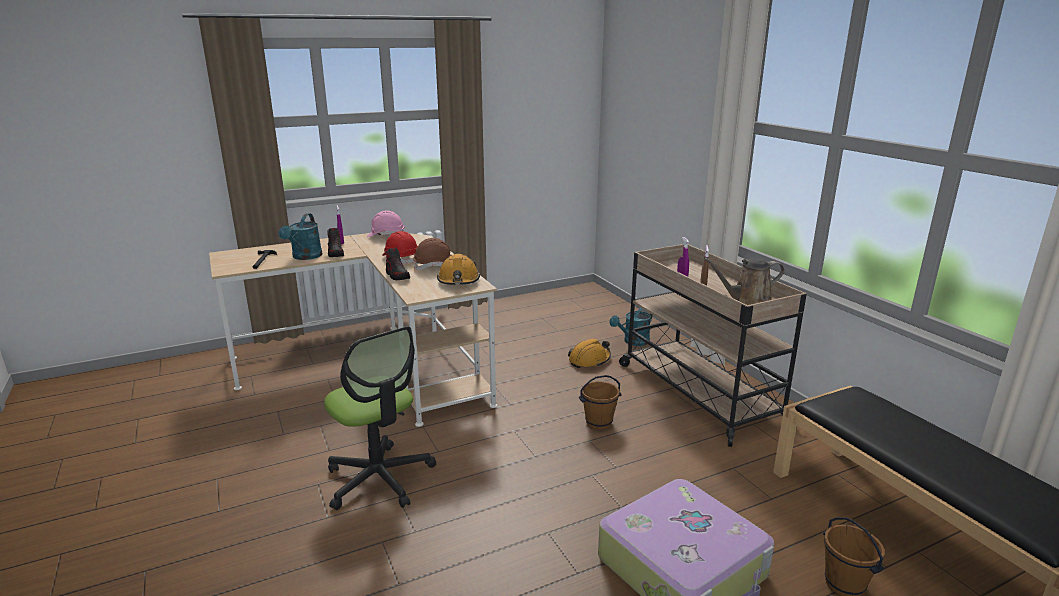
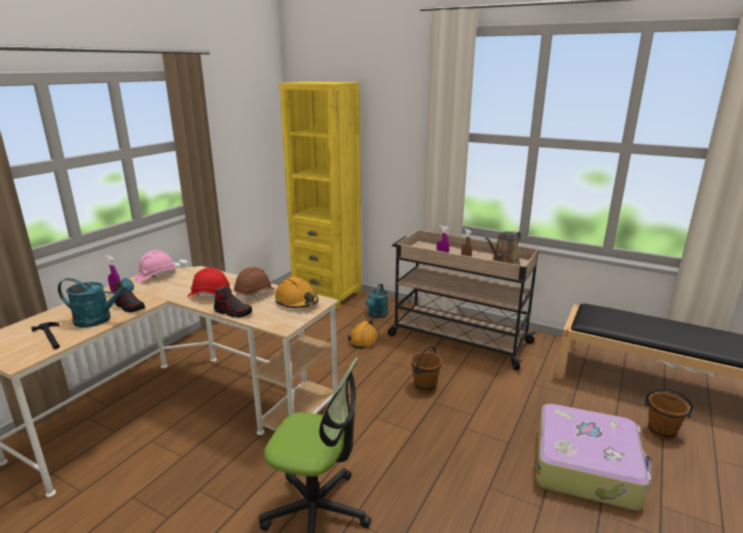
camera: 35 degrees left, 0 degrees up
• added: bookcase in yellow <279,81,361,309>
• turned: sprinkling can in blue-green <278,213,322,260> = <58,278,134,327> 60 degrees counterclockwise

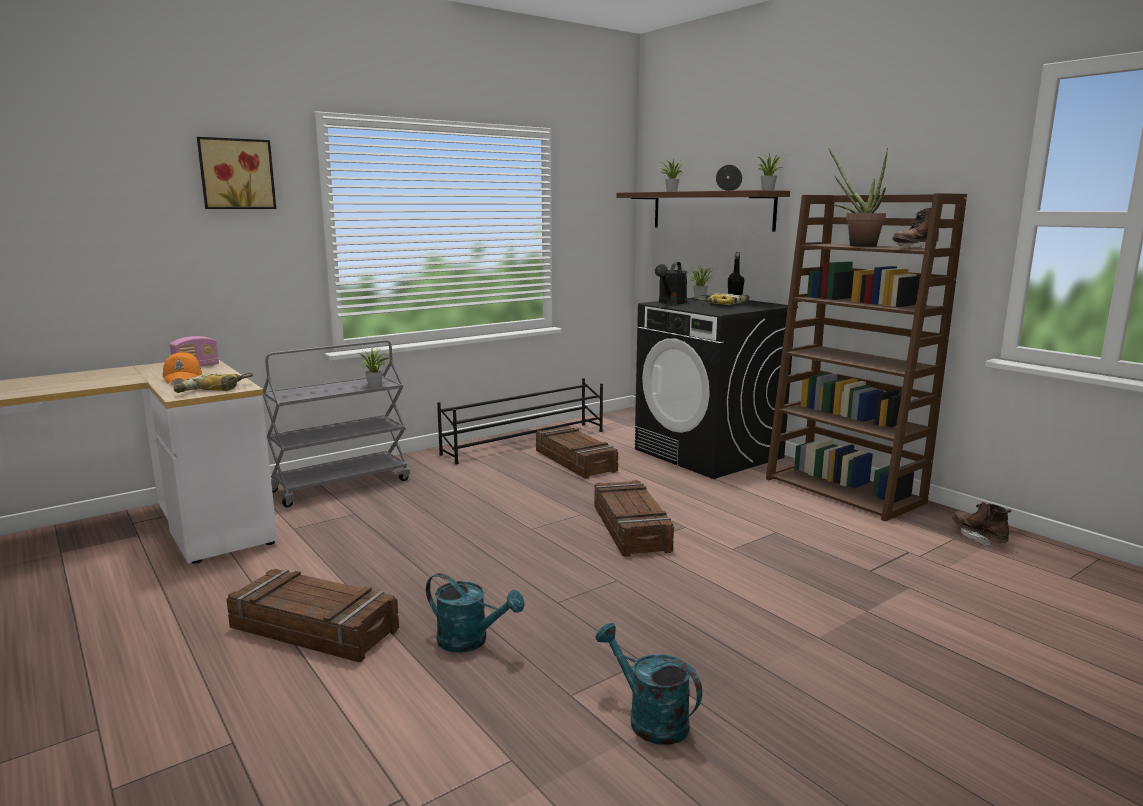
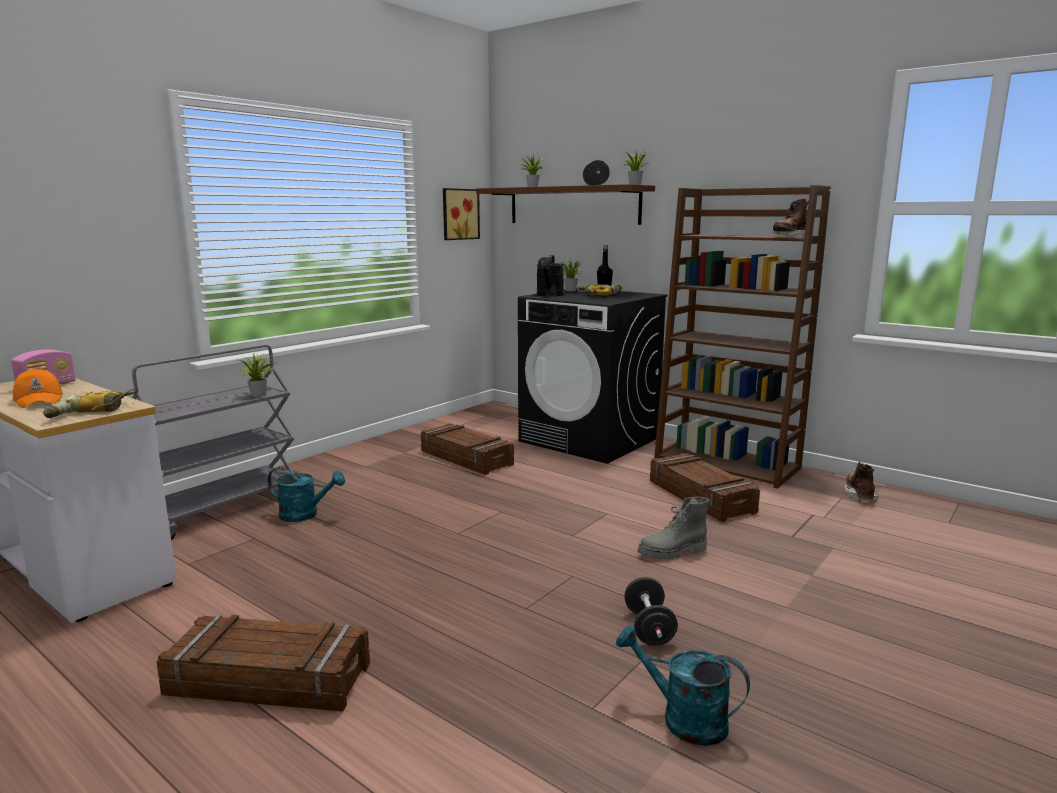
camera: 15 degrees left, 0 degrees up
• removed: shoe shelf in black <437,378,603,464>
• removed: plant in a pot <829,148,888,247>
• added: hand weight in black <624,577,678,646>
• added: tall boot in grey <637,497,709,560>
• moved: picture <197,137,276,209> to <443,188,480,240>
• moved: sprinkling can in blue-green <426,573,525,652> to <268,467,345,522>
• moved: shipping crate <594,480,674,557> to <650,453,760,522>
• turned: tall boot in brown-coloured <952,502,1011,546> = <844,462,879,501> 45 degrees clockwise

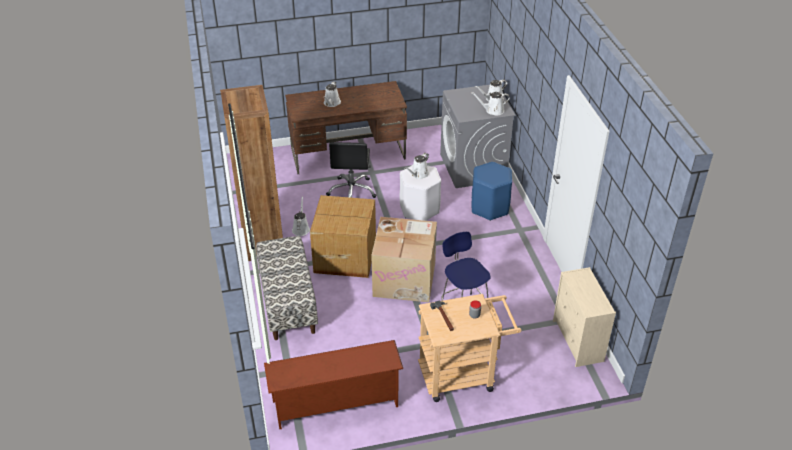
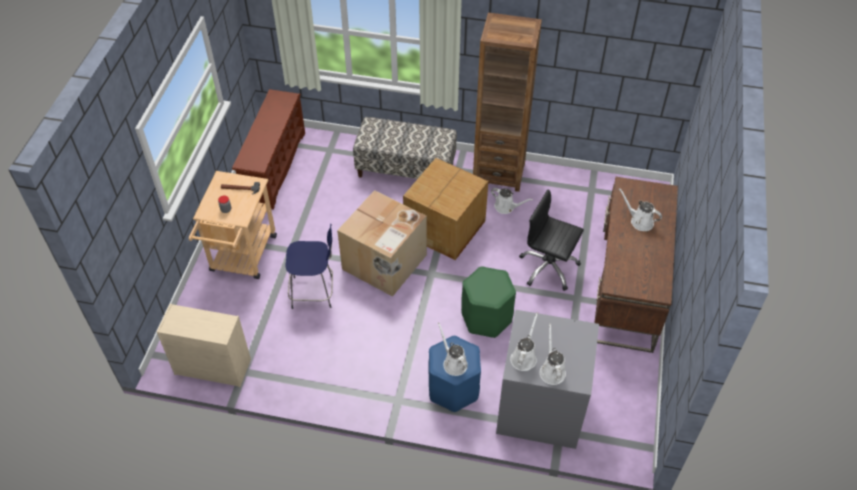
camera: 115 degrees right, 10 degrees up
• moved: sprinkling can in white <405,153,429,179> to <438,323,468,376>
• recoloured: stool in white <400,165,441,221> to stool in green-coloured <461,266,516,338>

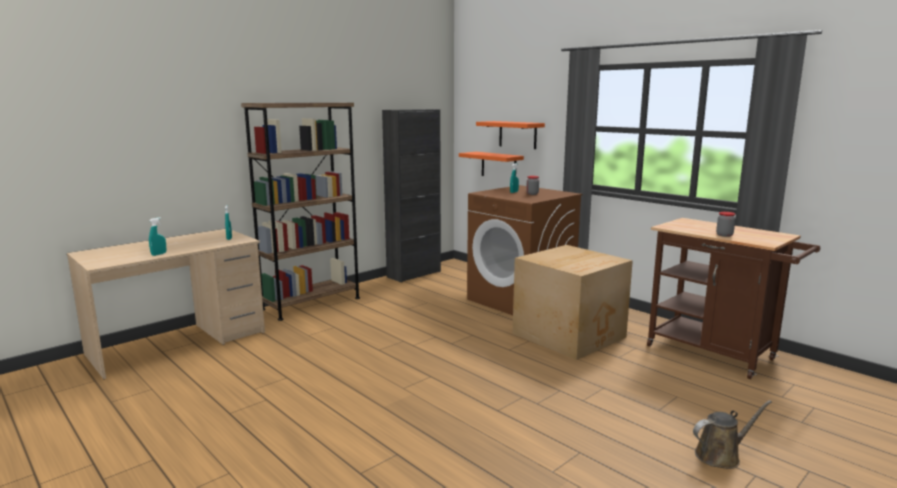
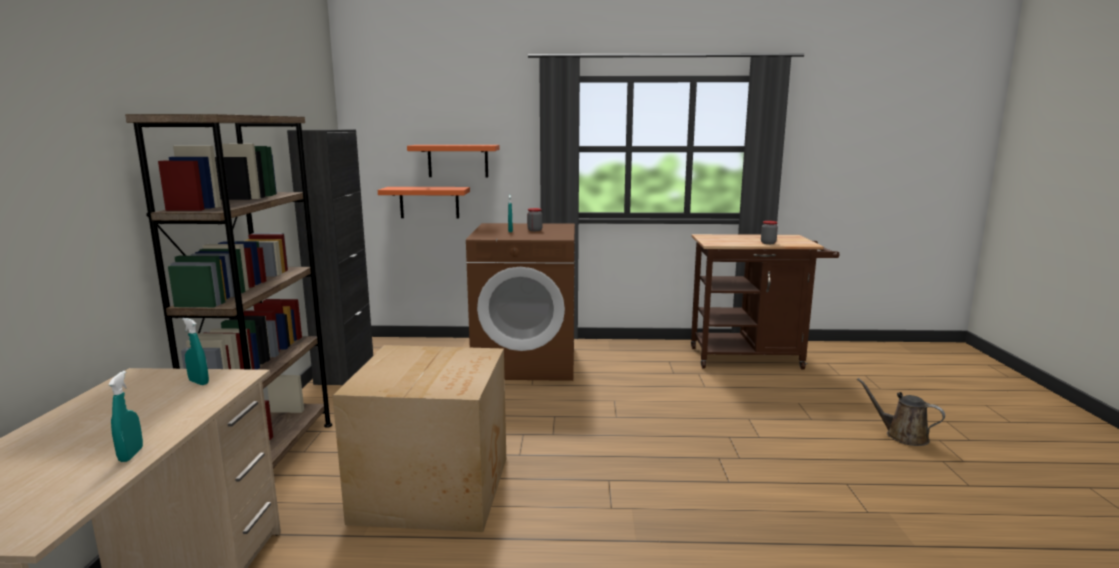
camera: 45 degrees left, 0 degrees up
• moved: carton <513,245,633,360> to <332,345,506,532>
• turned: sprinkling can in brown-coloured <693,400,772,469> = <857,378,945,446> 75 degrees counterclockwise

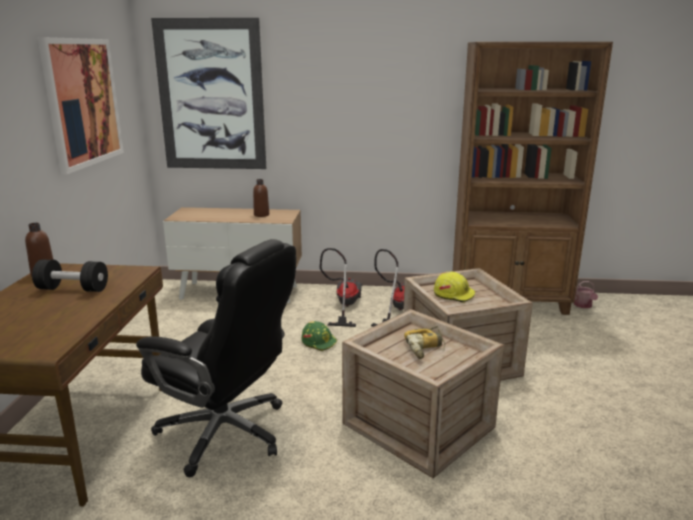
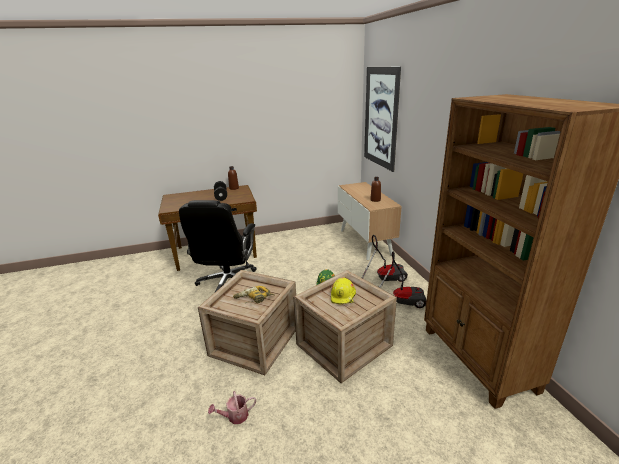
camera: 70 degrees right, 5 degrees up
• removed: picture <37,37,124,174>
• moved: sprinkling can <574,281,598,308> to <208,391,256,424>

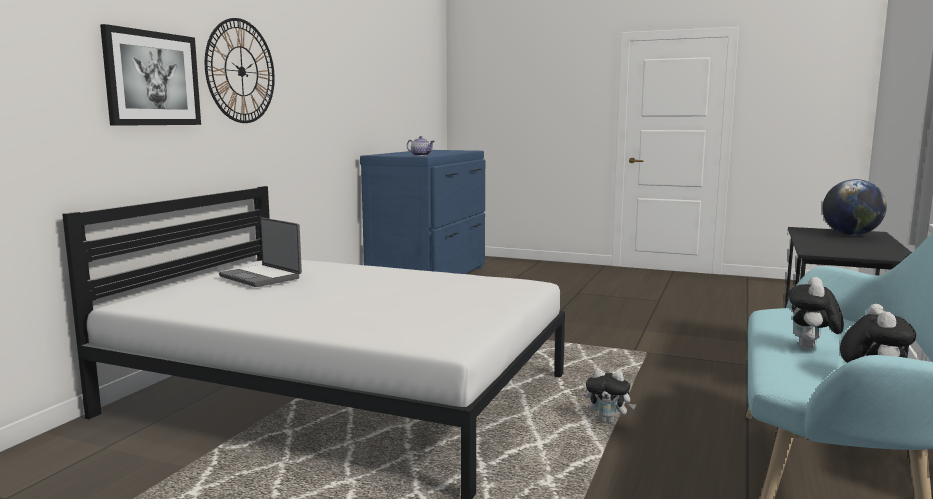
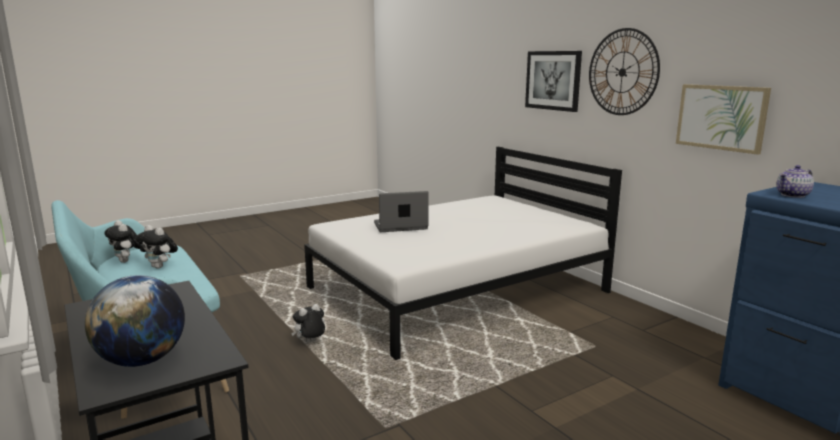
camera: 125 degrees right, 5 degrees up
• added: picture <676,84,771,155>
• moved: laptop <219,218,302,287> to <374,191,429,232>
• turned: plush toy <789,277,844,349> = <136,225,178,268> 150 degrees clockwise

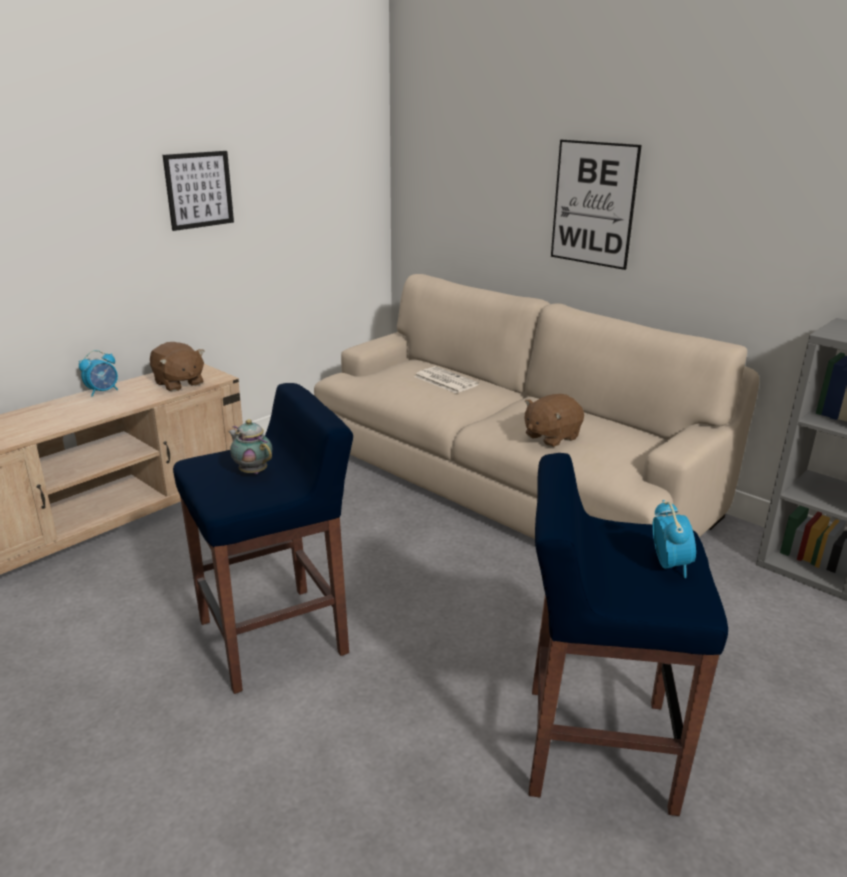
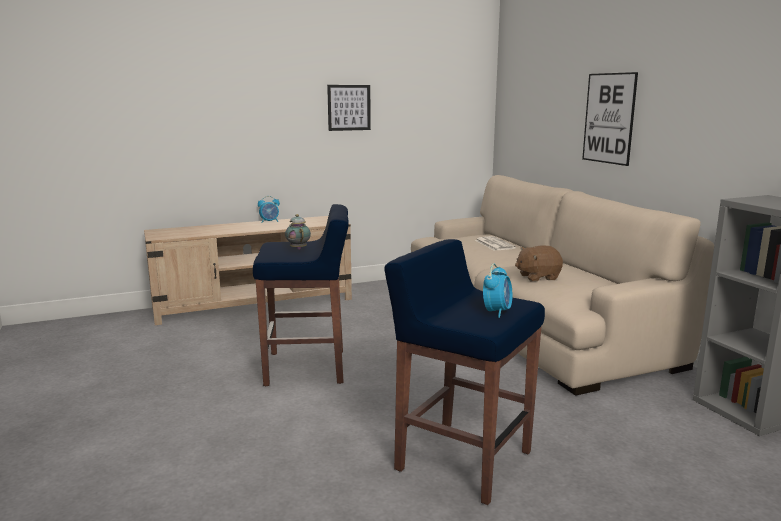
camera: 25 degrees right, 10 degrees down
• removed: plush toy in brown-coloured <150,342,205,392>

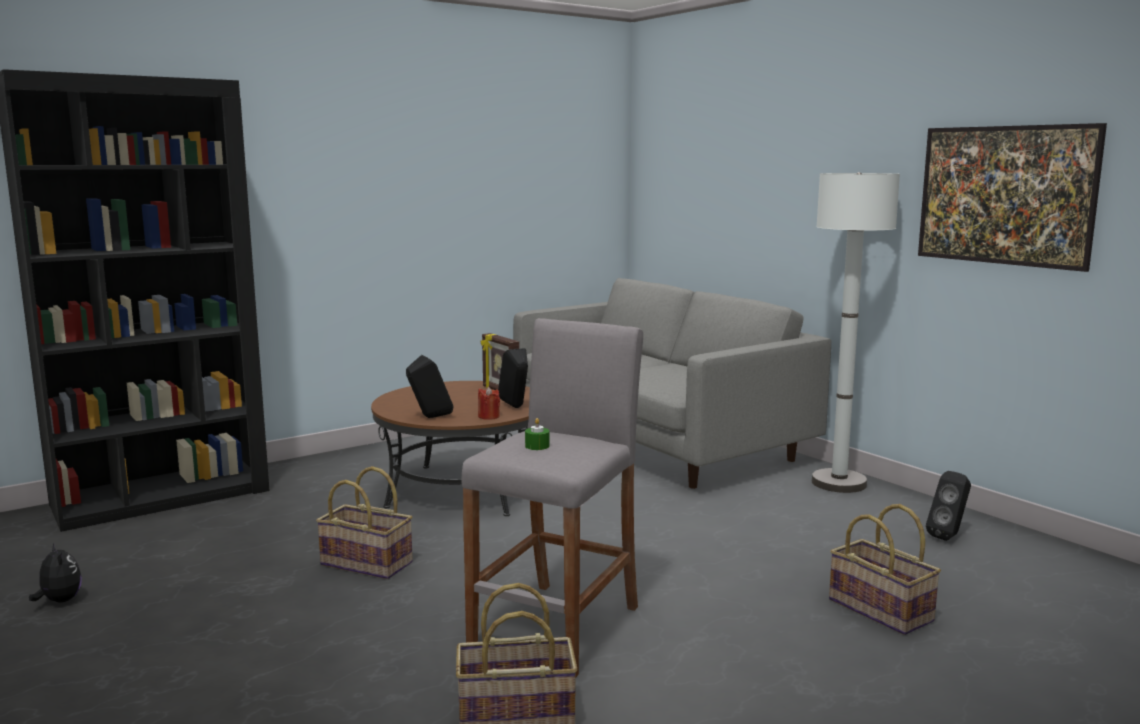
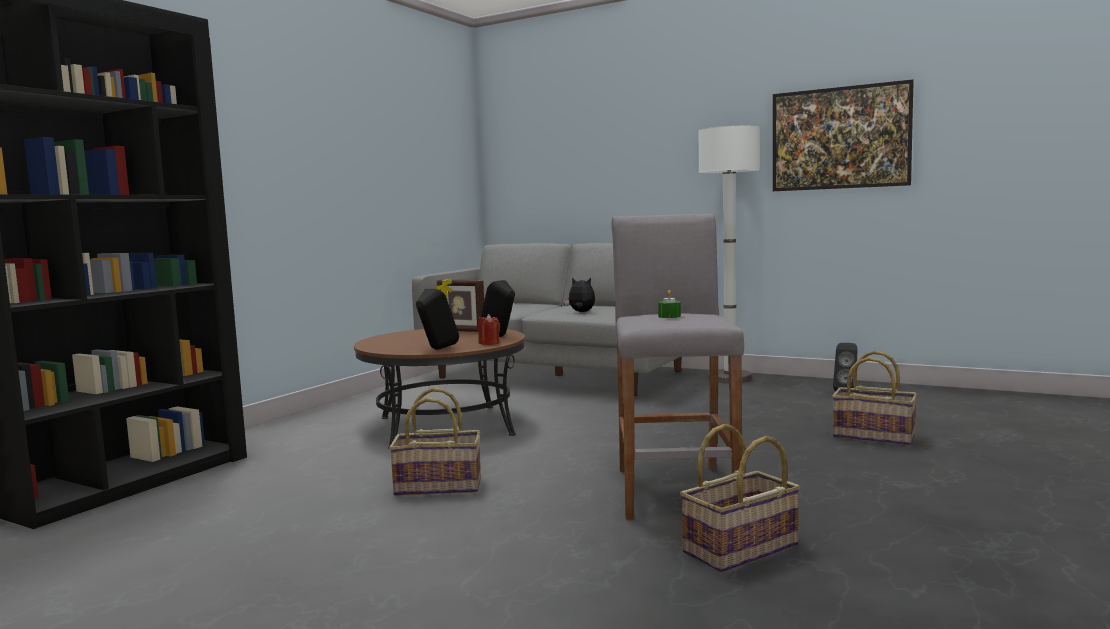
camera: 25 degrees left, 5 degrees down
• moved: plush toy <29,543,82,602> to <564,278,595,312>

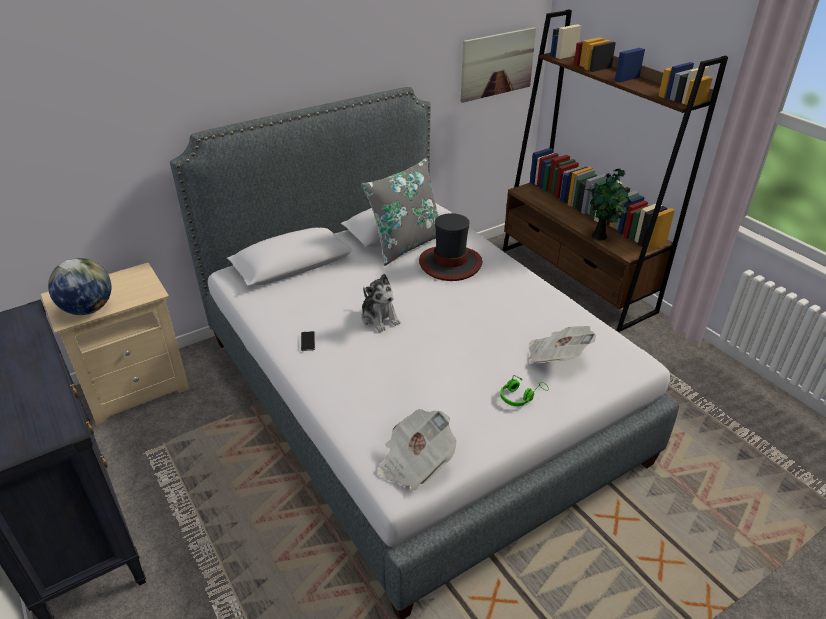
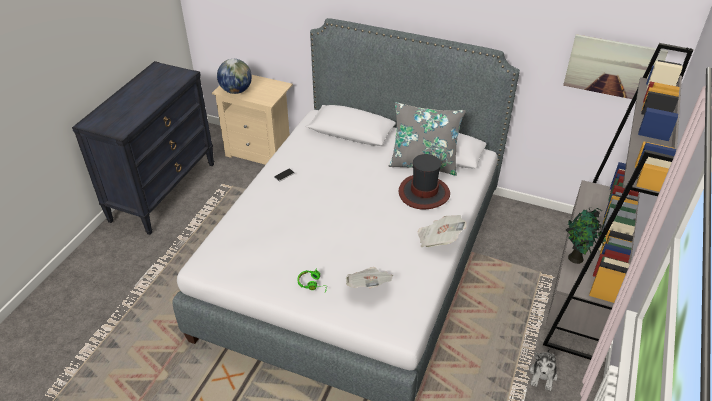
camera: 55 degrees right, 5 degrees up
• moved: plush toy <361,274,400,332> to <529,347,557,391>
• moved: printed paper <377,409,456,490> to <418,215,466,247>
• recoloured: bookcase in brown-coloured <503,9,728,332> to bookcase in grey <543,43,693,360>

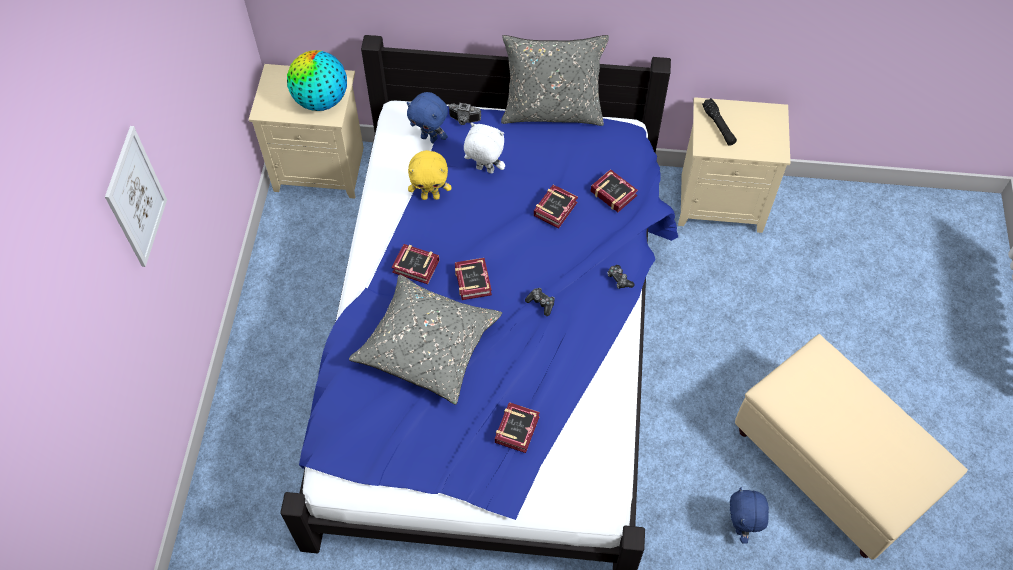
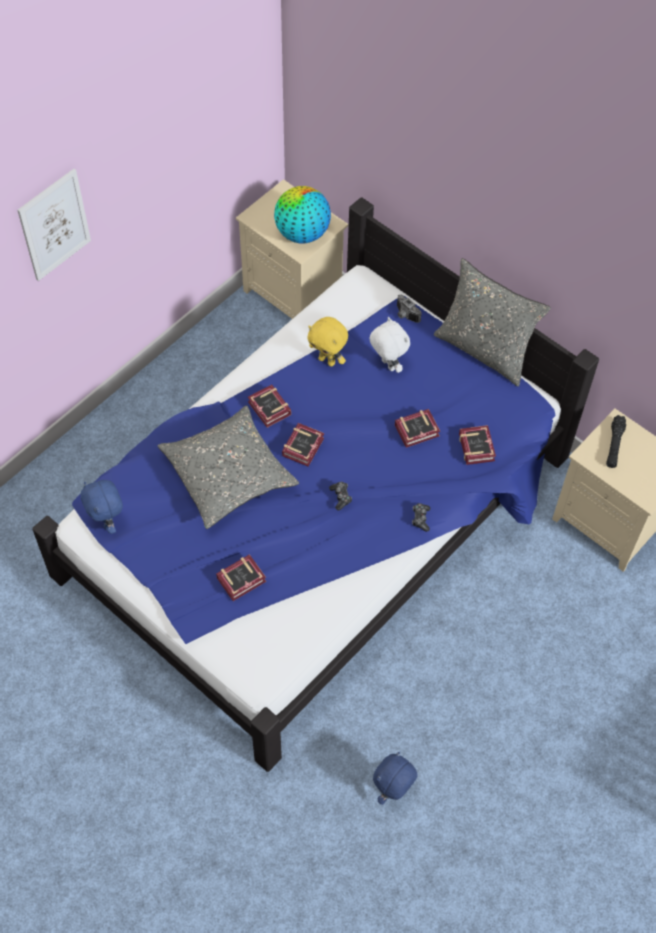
camera: 35 degrees right, 0 degrees up
• removed: footrest in beige-coloured <735,334,968,560>
• moved: plush toy in blue <407,92,448,144> to <81,480,123,534>

